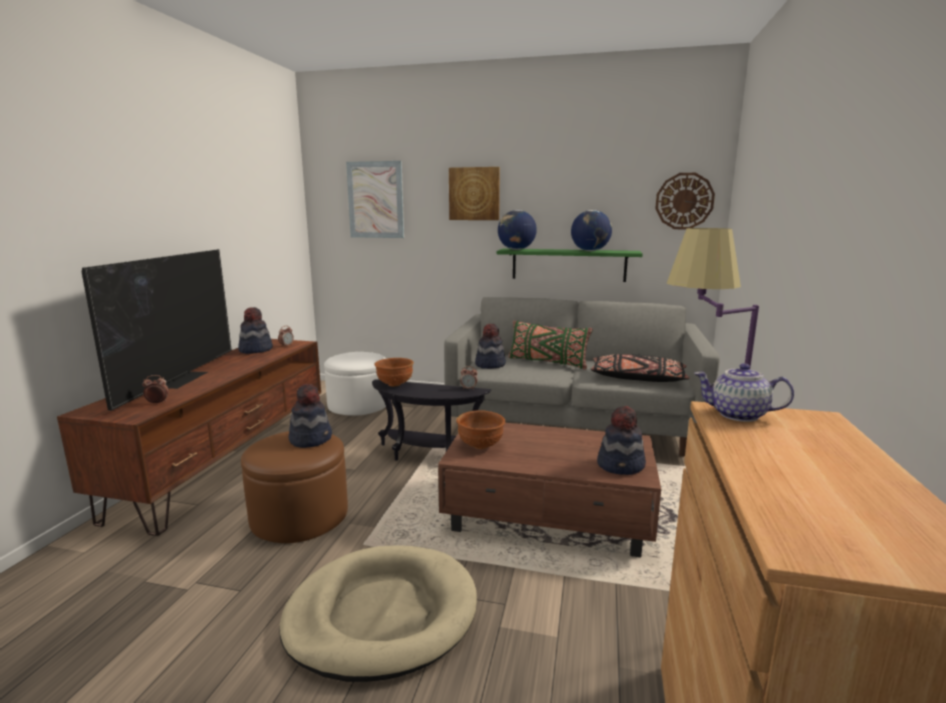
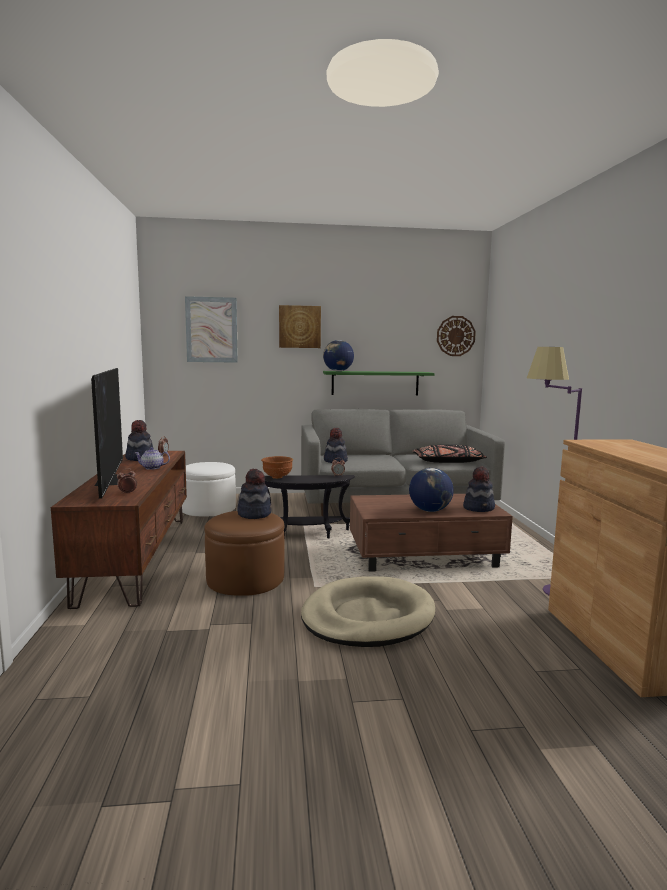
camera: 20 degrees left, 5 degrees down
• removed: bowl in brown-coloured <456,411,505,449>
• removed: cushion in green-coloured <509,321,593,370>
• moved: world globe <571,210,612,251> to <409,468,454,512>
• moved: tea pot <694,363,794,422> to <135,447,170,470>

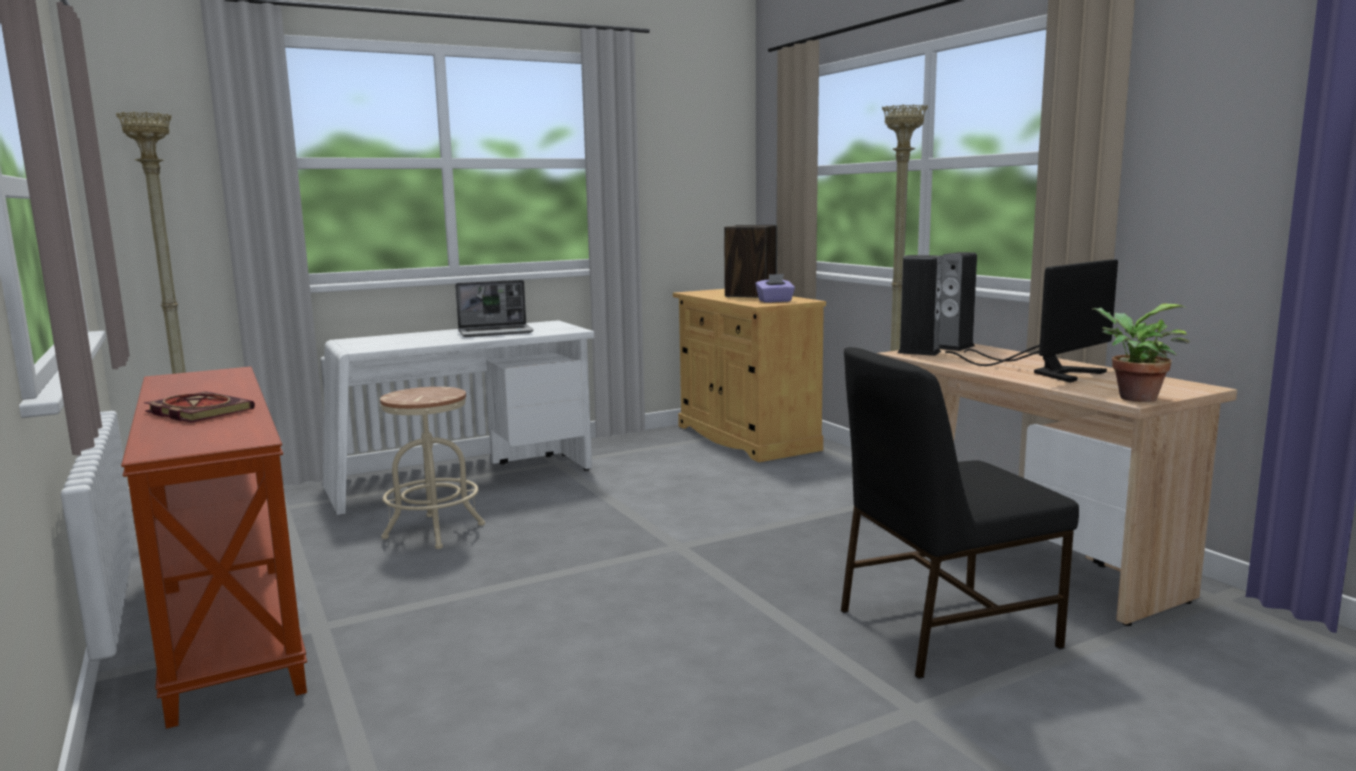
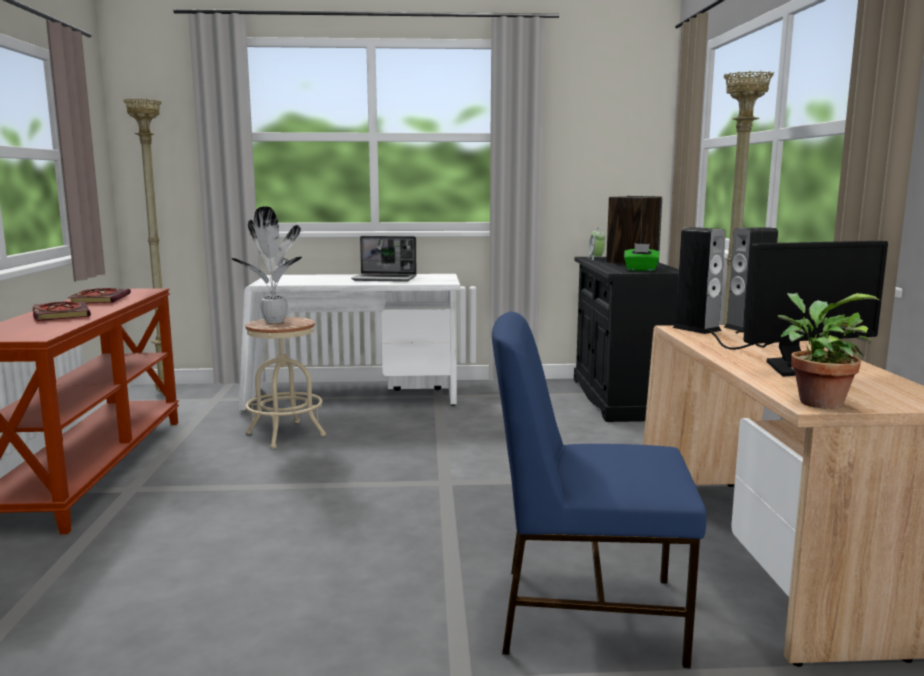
camera: 25 degrees right, 0 degrees up
• added: book <68,288,131,303>
• added: plant in a pot <232,206,302,323>
• added: bedside clock <588,227,605,260>
• recoloured: cabinet in beige-coloured <673,289,826,462> to cabinet in black <574,257,679,422>
• recoloured: box of tissues in purple <755,274,795,303> to box of tissues in green-coloured <624,243,659,271>
• recoloured: chair in black <841,347,1079,679> to chair in blue <492,312,706,669>

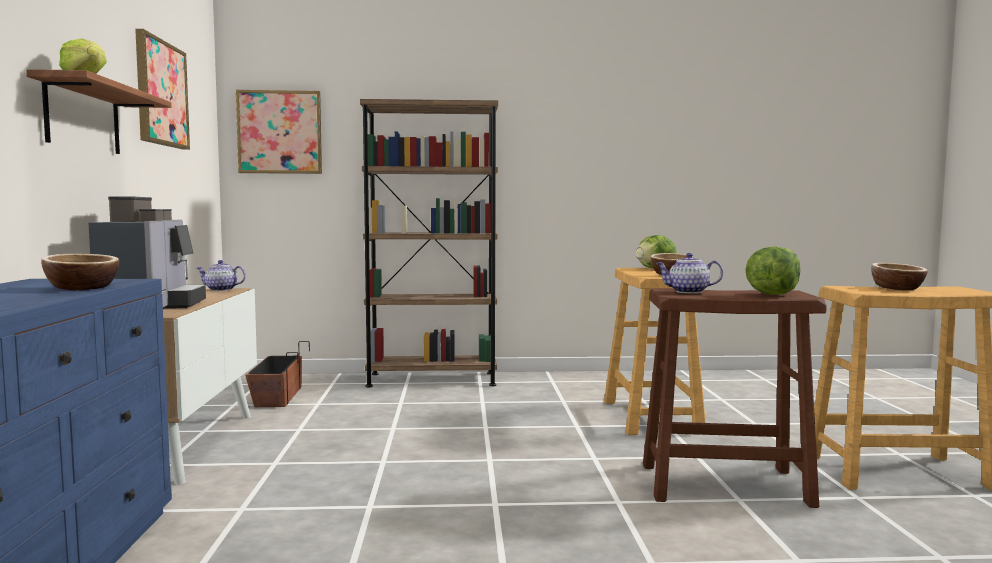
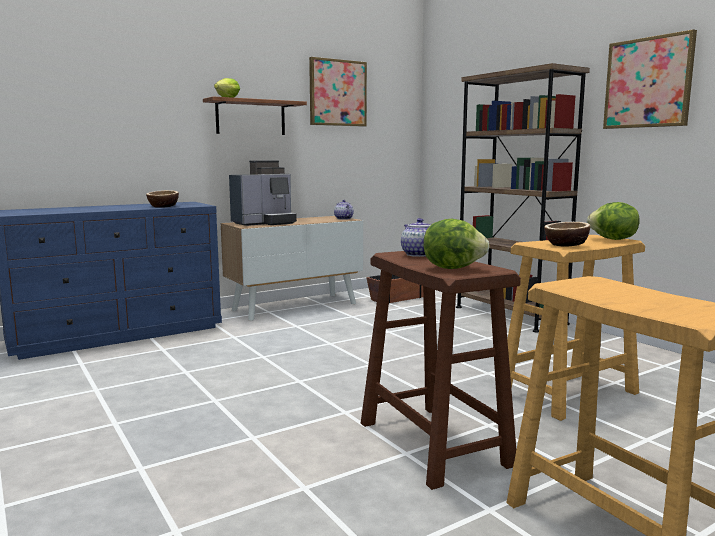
camera: 60 degrees right, 5 degrees up
• removed: bowl <871,263,928,290>
• moved: picture <236,90,322,174> to <603,29,697,129>

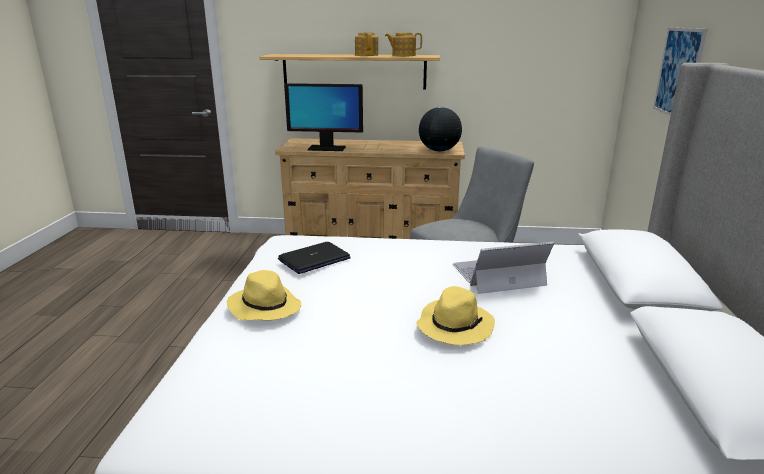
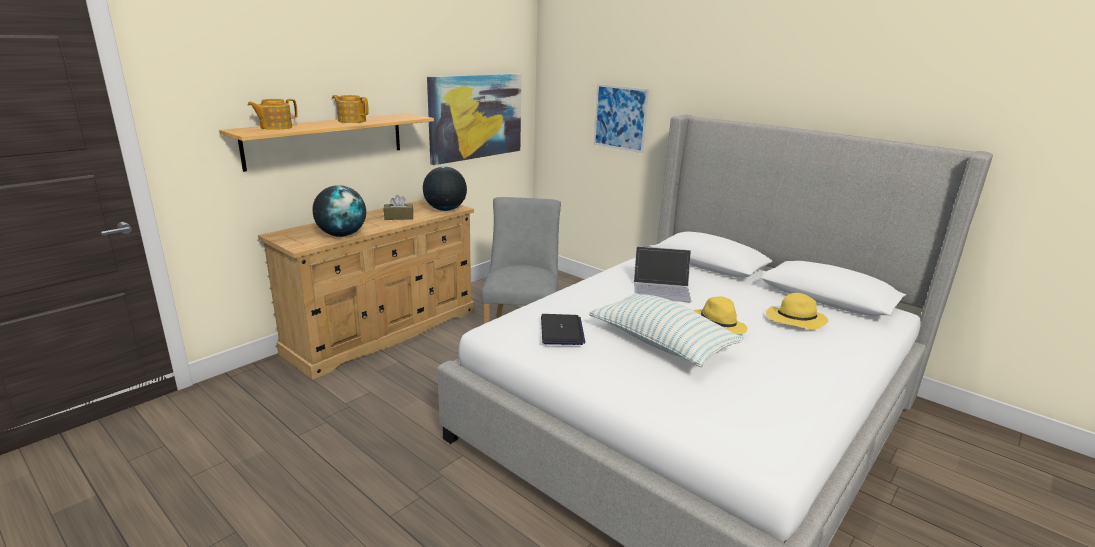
camera: 55 degrees left, 0 degrees up
• added: box of tissues in brown-coloured <384,195,413,220>
• added: picture <427,74,522,165>
• added: cushion <589,293,744,367>
• moved: clothing hat in yellow <227,270,301,320> to <766,293,828,330>
• moved: tea pot <385,33,422,56> to <248,99,298,130>
• replaced: monitor <284,83,363,151> to world globe <313,185,366,237>
• turned: laptop <453,242,554,294> = <634,246,691,302> 105 degrees counterclockwise

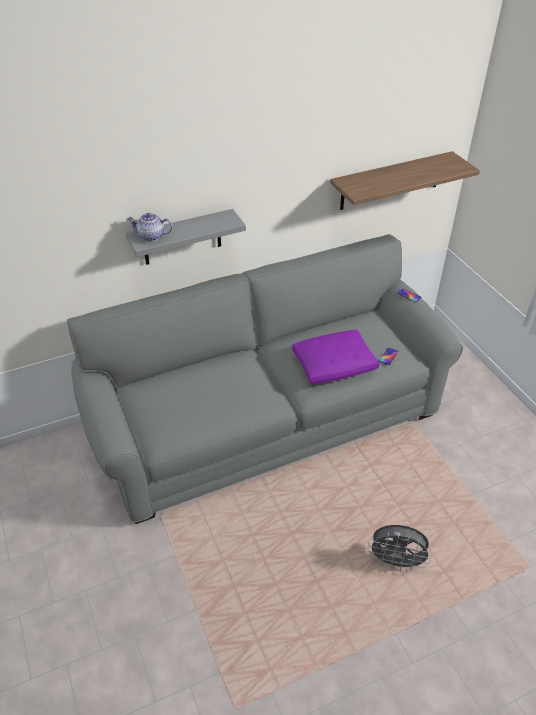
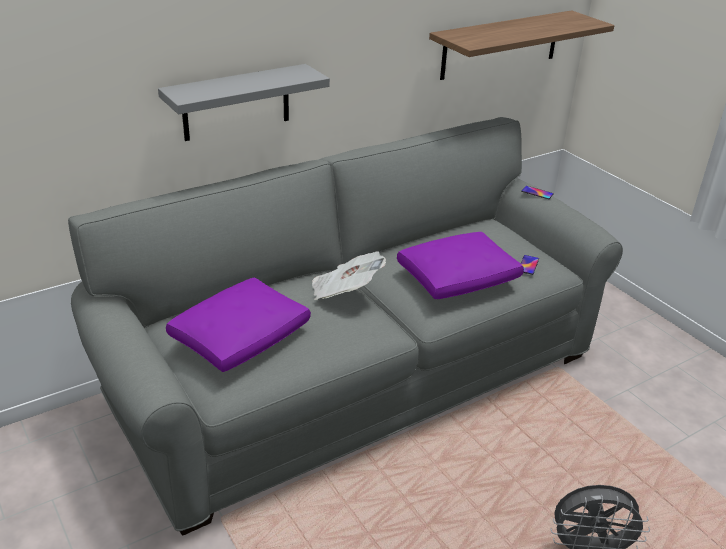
camera: 10 degrees left, 10 degrees down
• removed: tea pot <127,213,173,241>
• added: cushion in purple <166,277,311,372>
• added: printed paper <312,251,386,300>

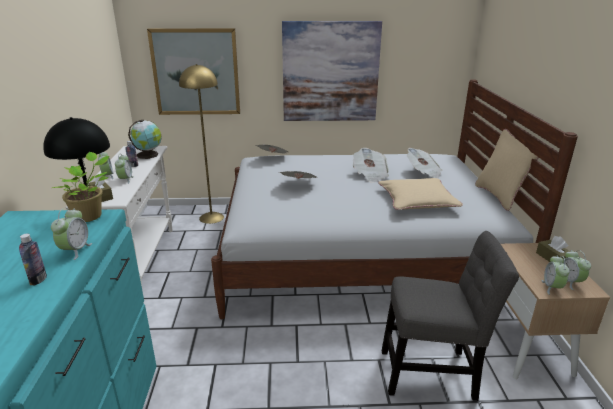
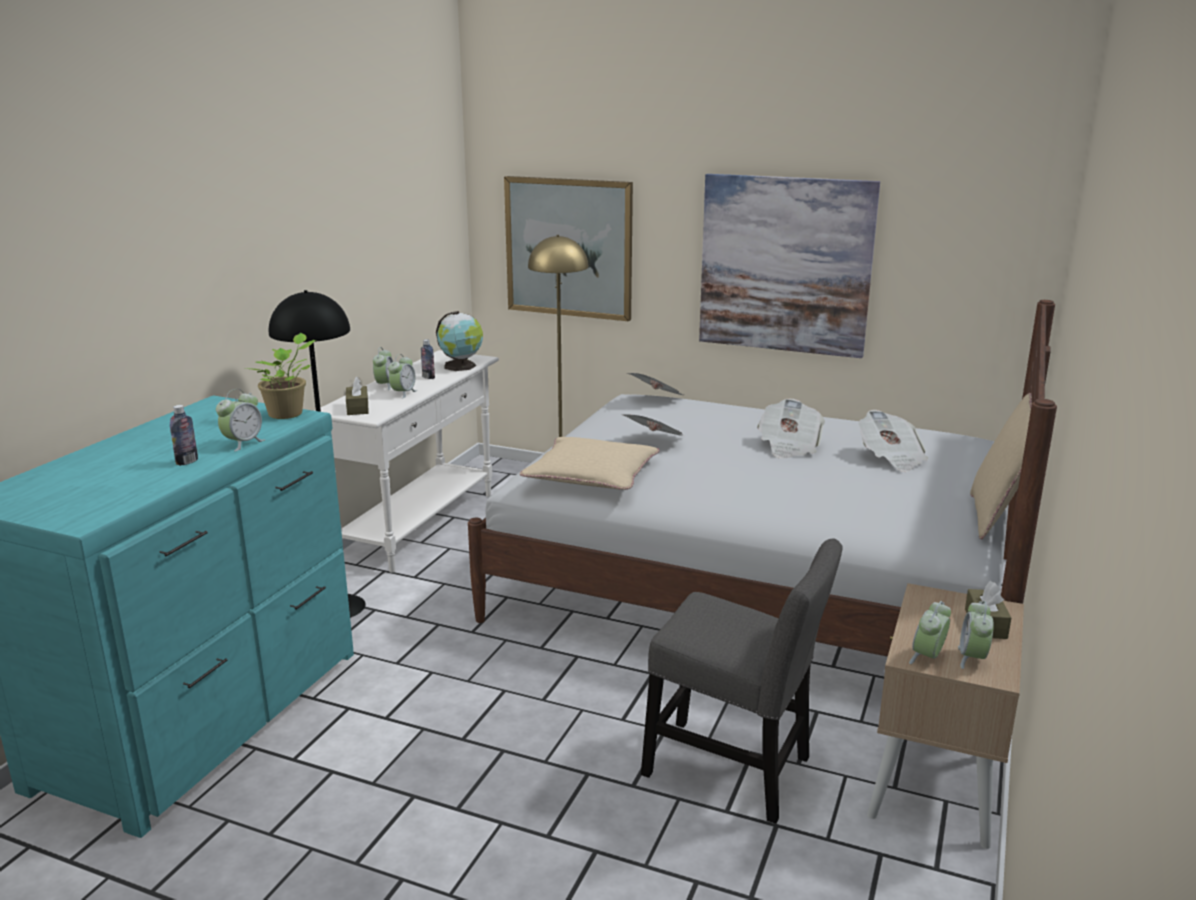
camera: 25 degrees right, 5 degrees down
• moved: cushion in beige-coloured <378,178,463,210> to <520,437,660,490>

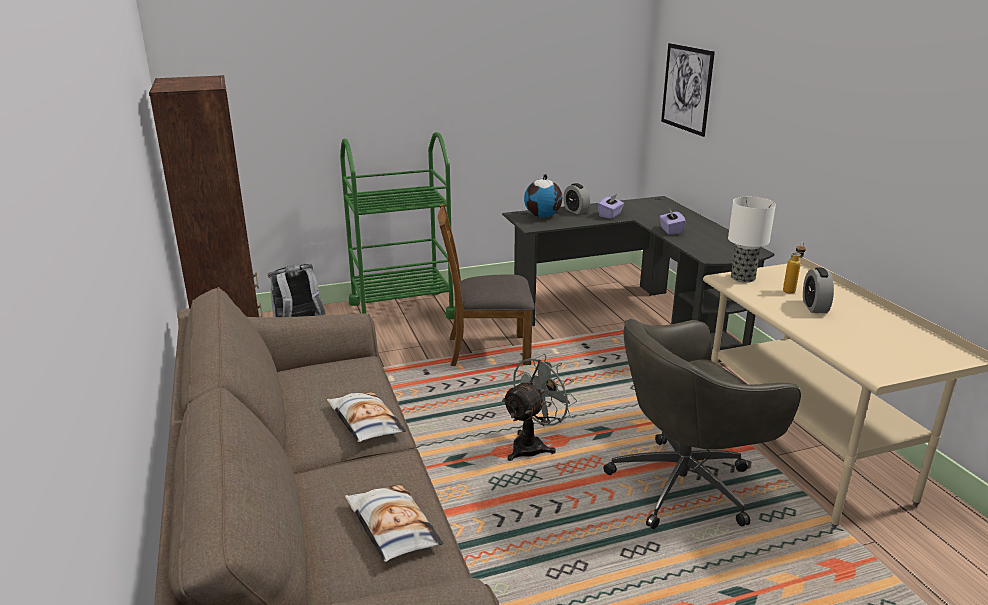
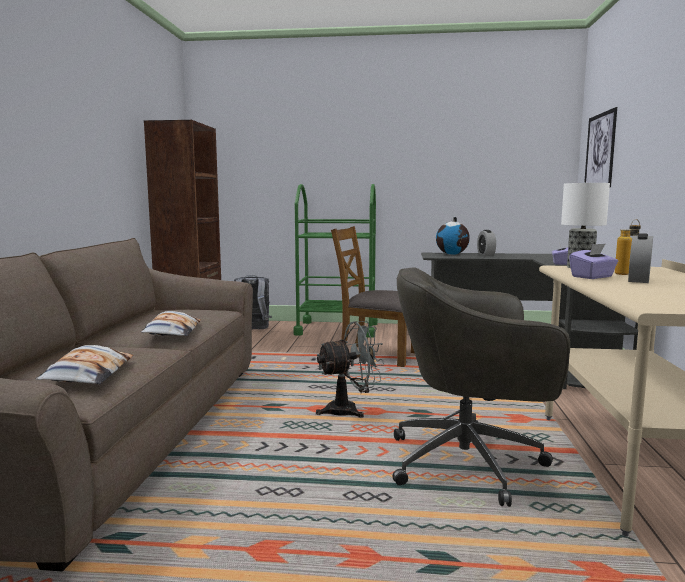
camera: 25 degrees right, 15 degrees down
• moved: box of tissues in purple <598,194,624,219> to <569,243,618,279>

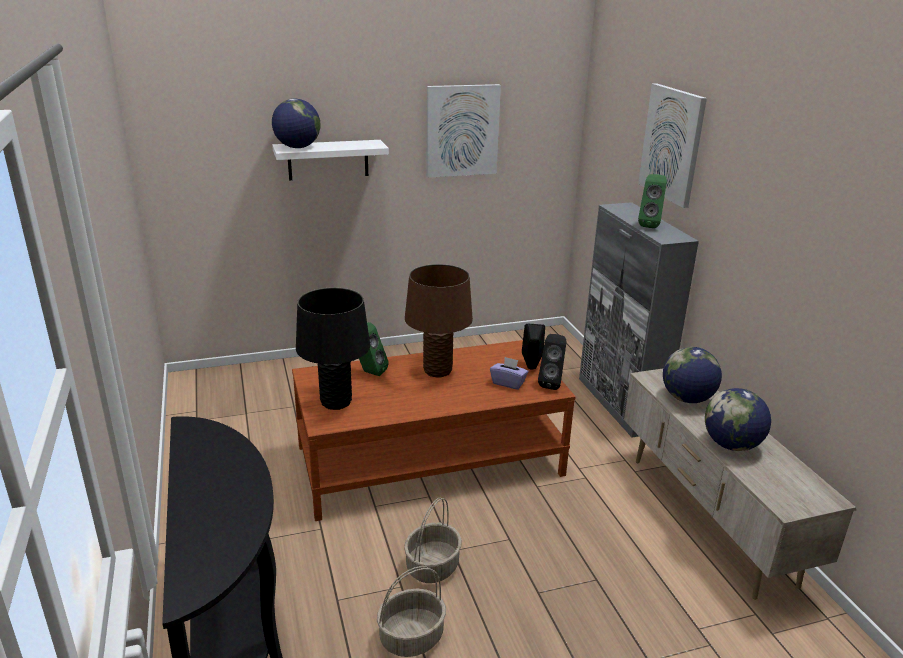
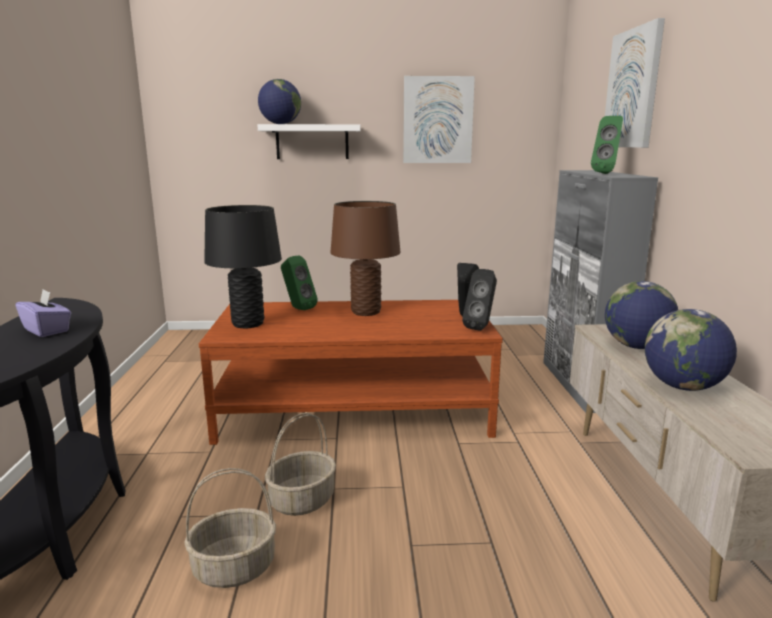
camera: 15 degrees right, 10 degrees down
• moved: box of tissues in purple <490,357,528,390> to <15,289,71,337>

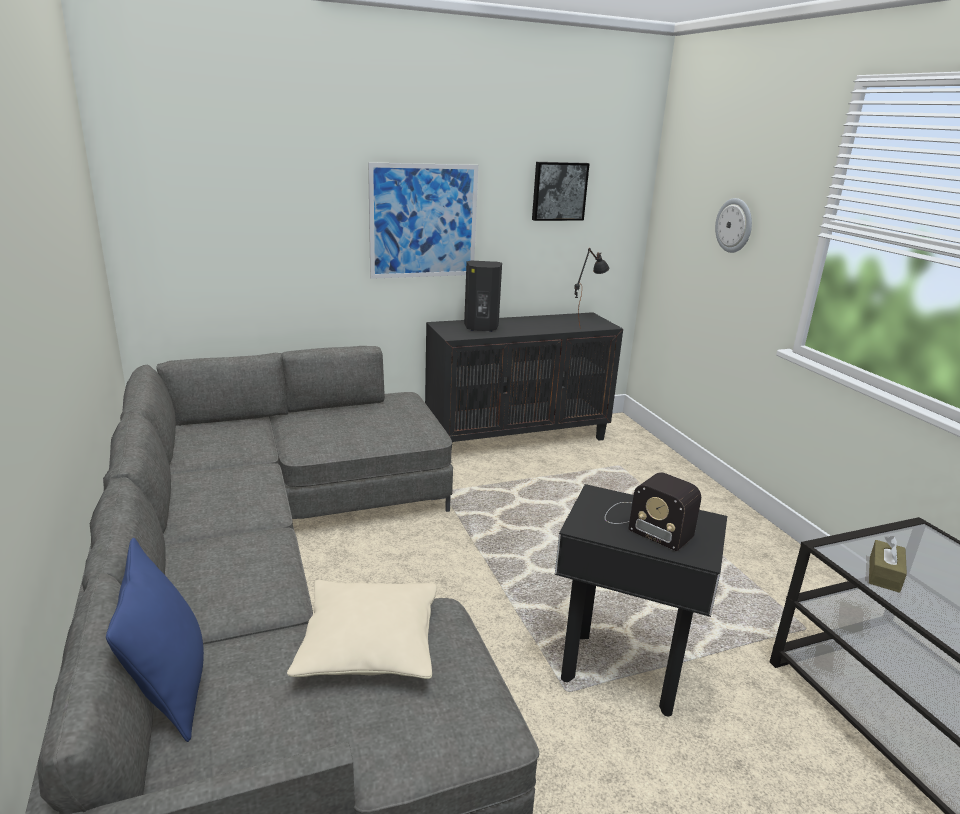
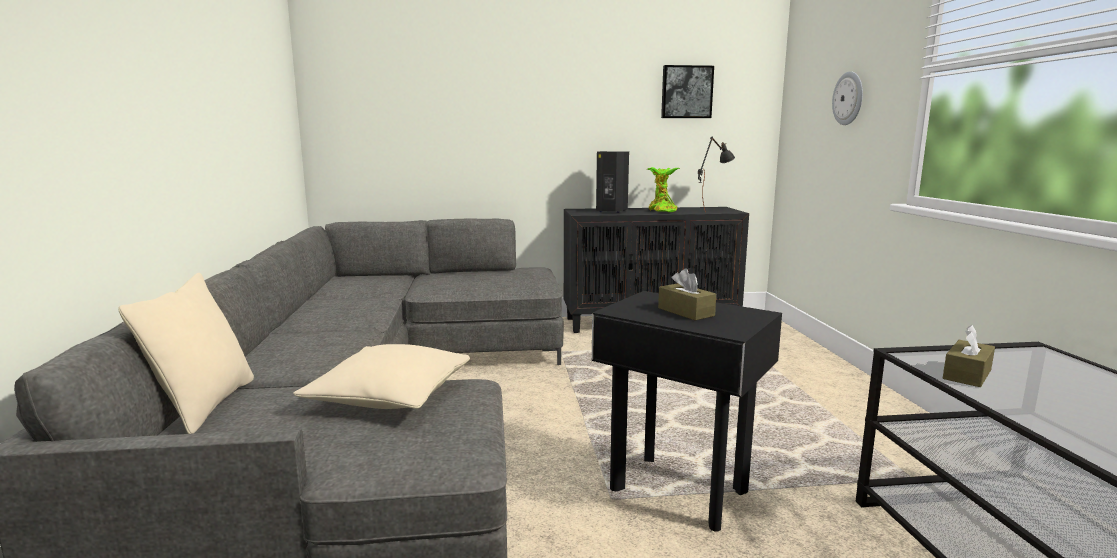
camera: 15 degrees right, 10 degrees down
• removed: picture <368,162,478,279>
• added: plant in a pot <647,167,680,212>
• replaced: radio <605,472,701,552> to box of tissues in brown-coloured <658,268,716,321>
• recoloured: cushion in blue <106,538,204,742> to cushion in beige-coloured <118,273,254,434>

